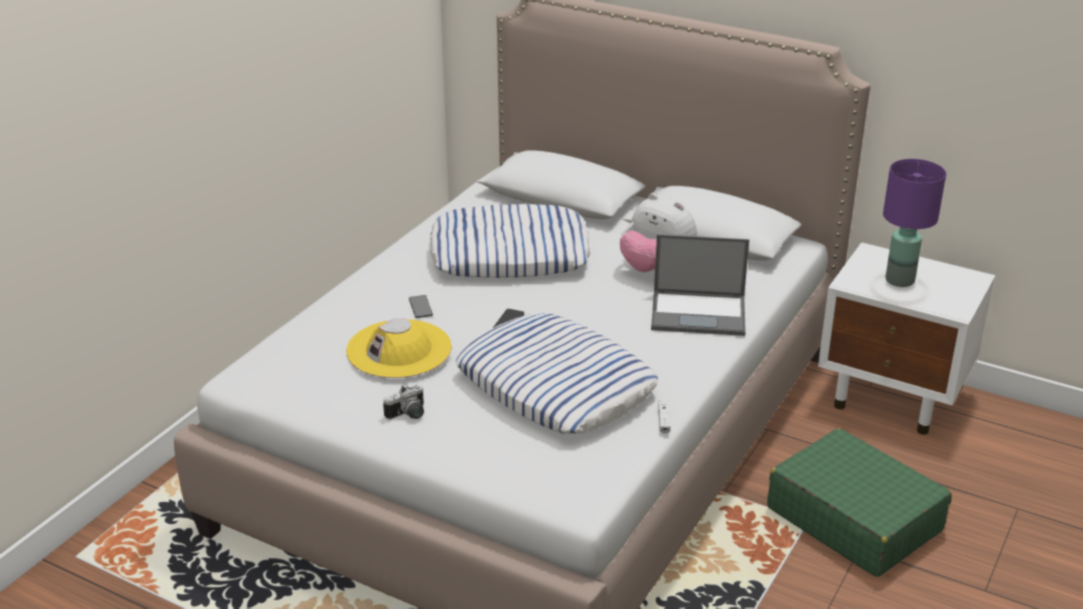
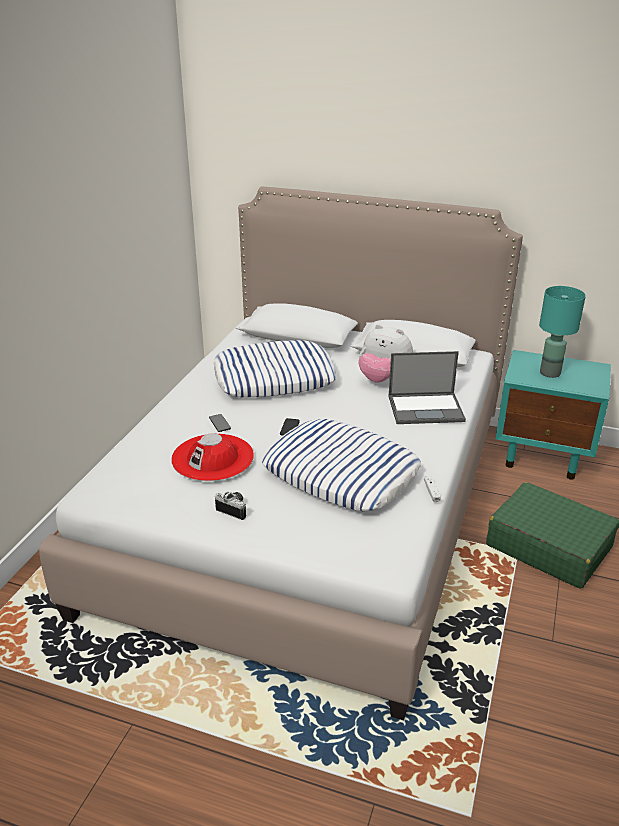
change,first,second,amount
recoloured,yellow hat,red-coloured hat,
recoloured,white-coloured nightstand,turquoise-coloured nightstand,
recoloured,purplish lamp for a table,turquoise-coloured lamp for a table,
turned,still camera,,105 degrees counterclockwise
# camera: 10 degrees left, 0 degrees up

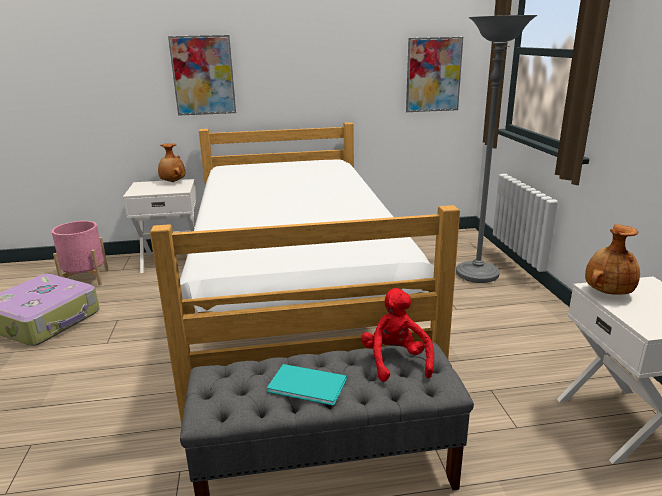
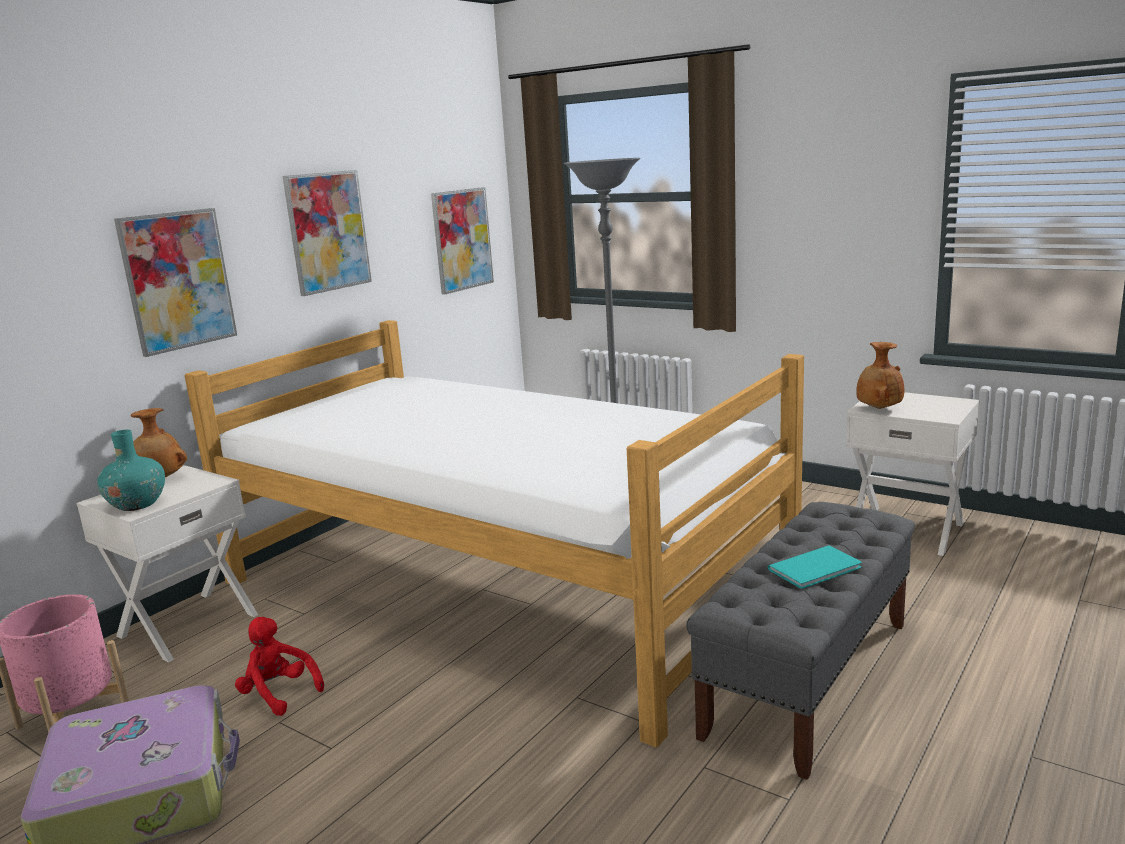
change,first,second,amount
added,,turquoise-coloured decorative vase,
added,,picture (2nd from left),
moved,red-coloured cuddly toy,,
# camera: 45 degrees left, 5 degrees down

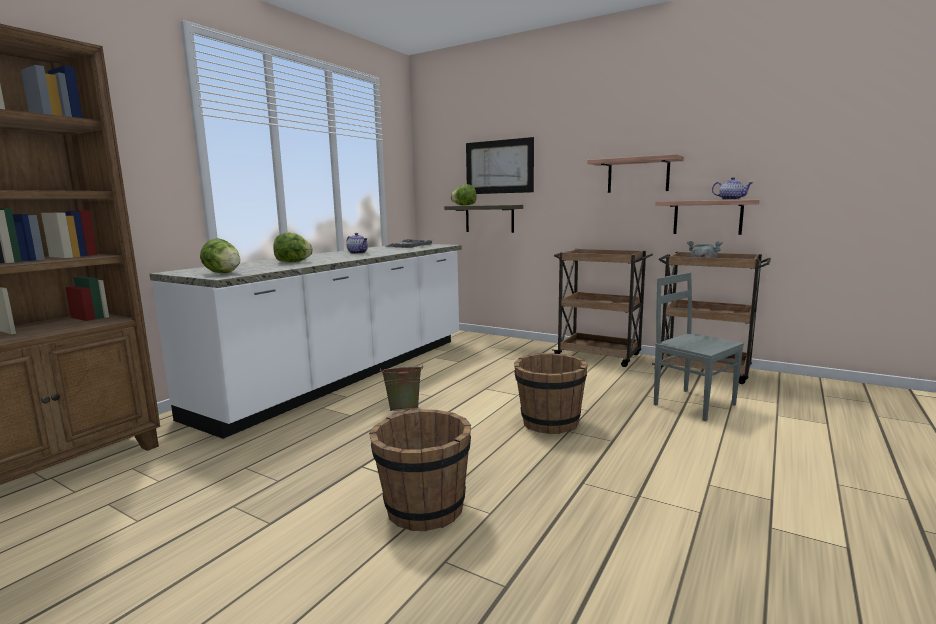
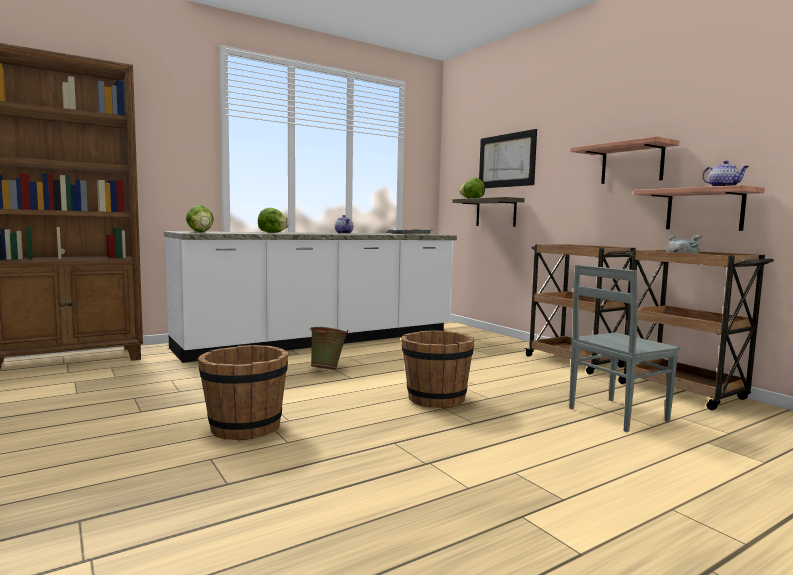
change,first,second,amount
turned,greyish plain chair,,105 degrees counterclockwise
# camera: 25 degrees right, 5 degrees down

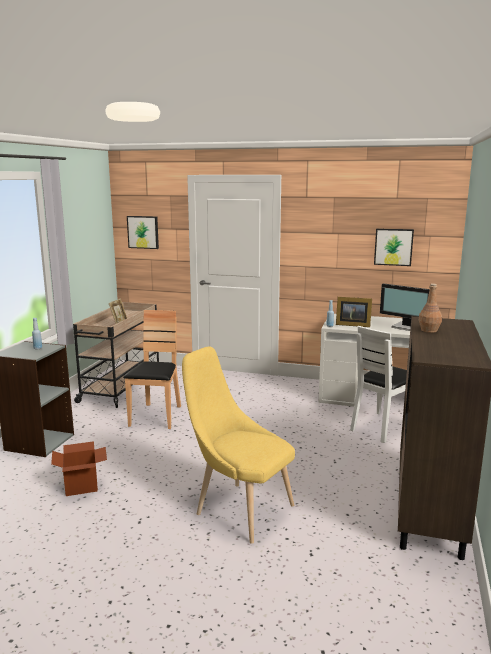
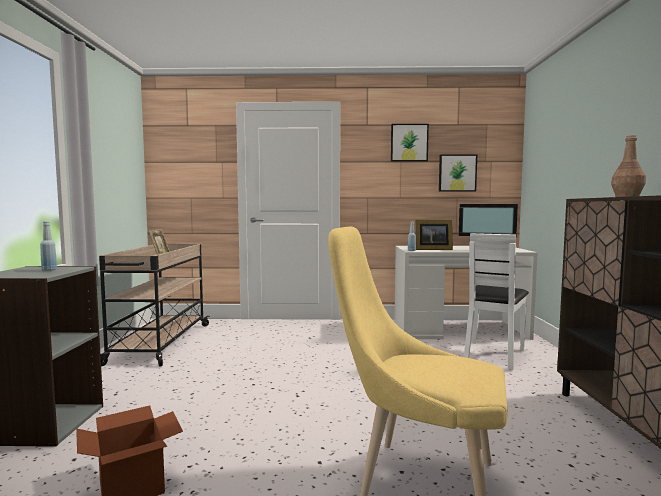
change,first,second,amount
removed,brown plain chair,,
moved,picture (1st from left),,
# camera: 15 degrees left, 10 degrees down

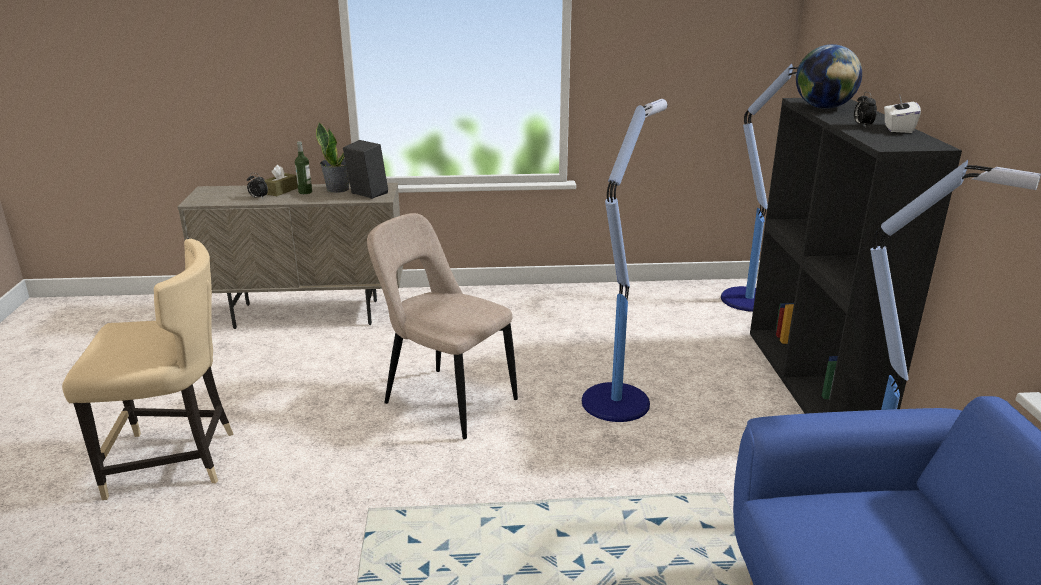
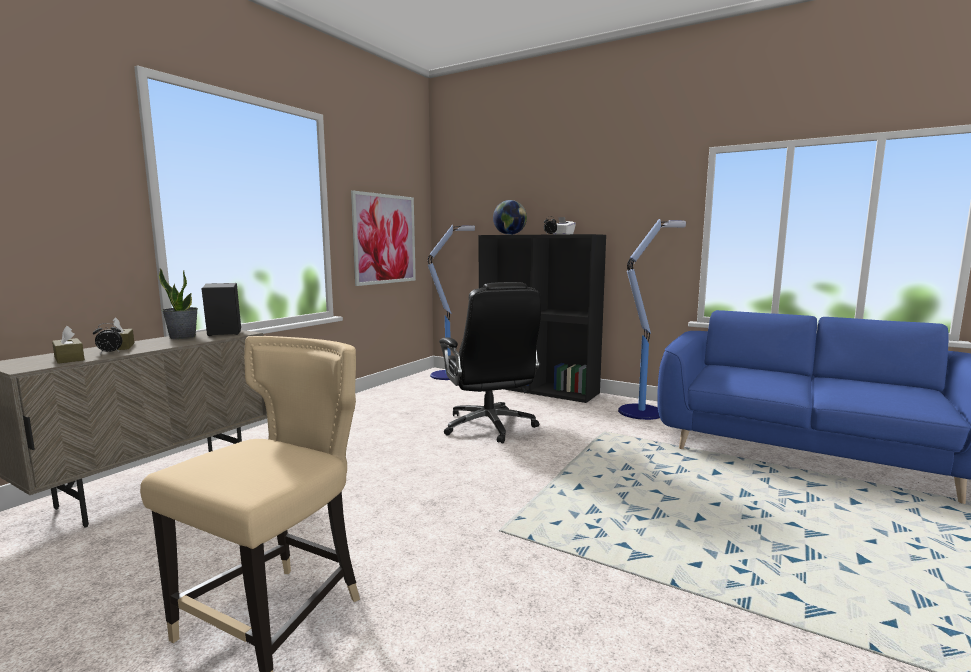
change,first,second,amount
removed,beverage bottle,,
removed,beige-coloured plain chair (2nd from left),,
added,,brown tissue holder (1st from left),
added,,picture,
replaced,standing lamp (1st from left),blackish office chair,
# camera: 55 degrees left, 15 degrees down

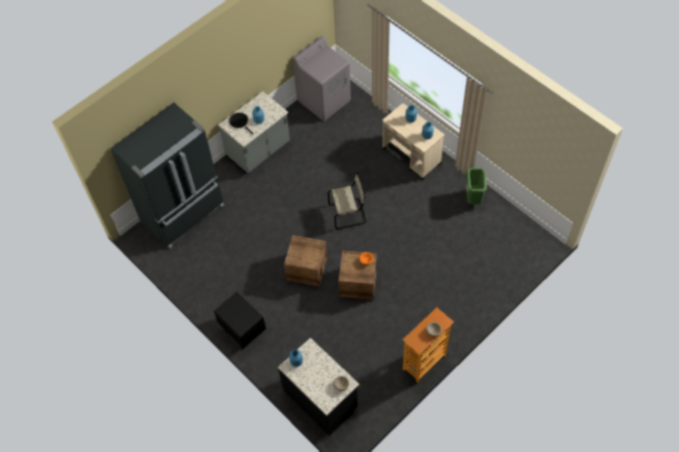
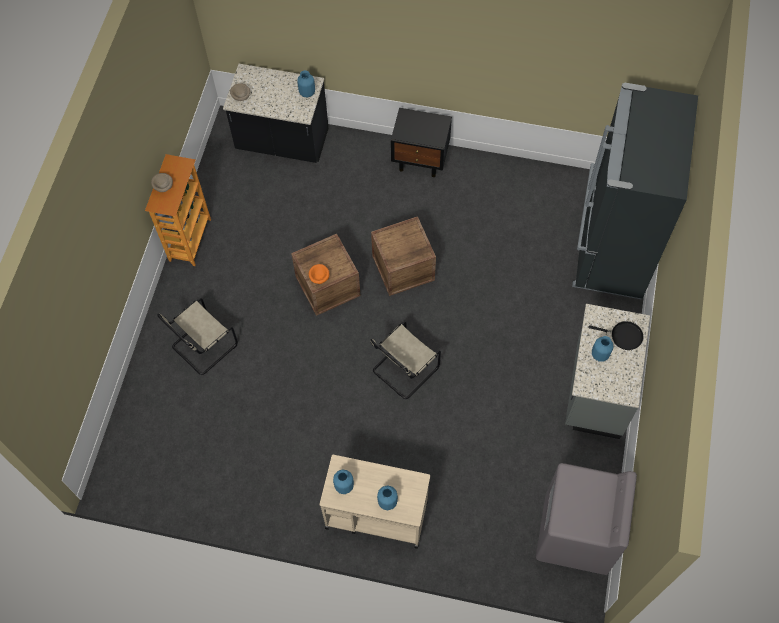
change,first,second,amount
removed,greenish rubbish bin,,
added,,beige-coloured plain chair (1st from left),
# camera: 145 degrees right, 5 degrees up

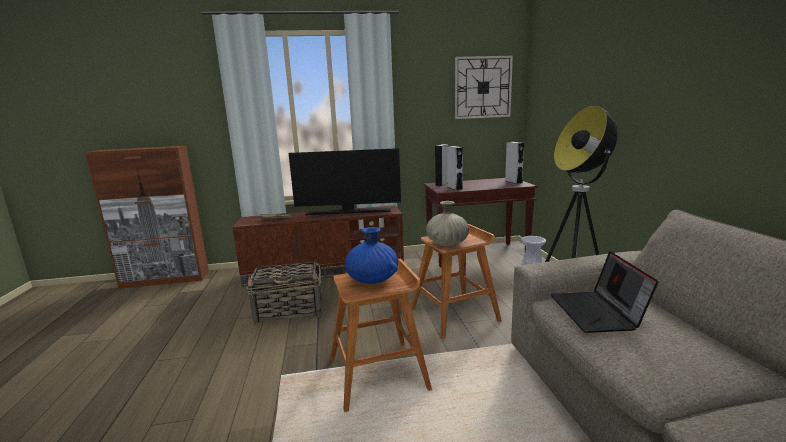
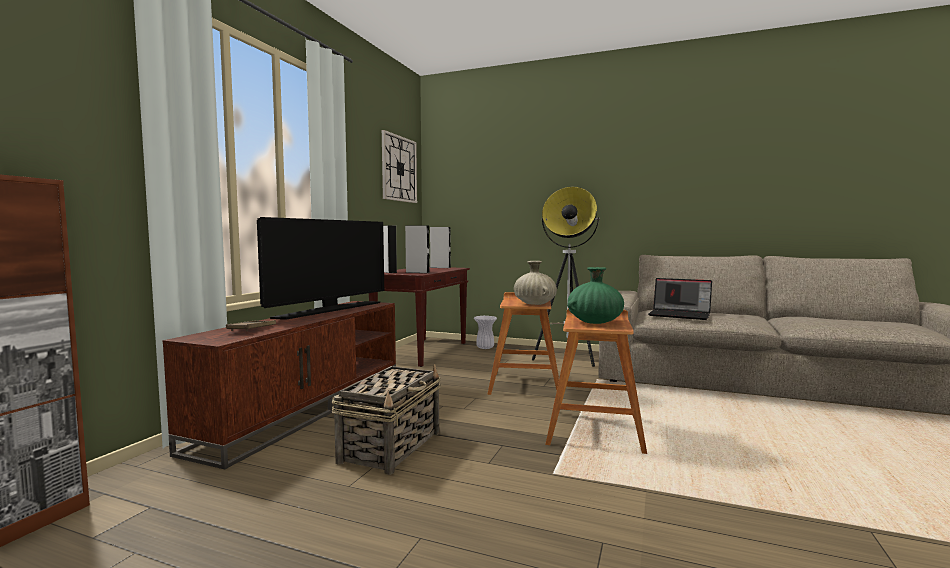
change,first,second,amount
recoloured,blue-coloured decorative vase,greenish decorative vase,
# camera: 60 degrees left, 10 degrees down

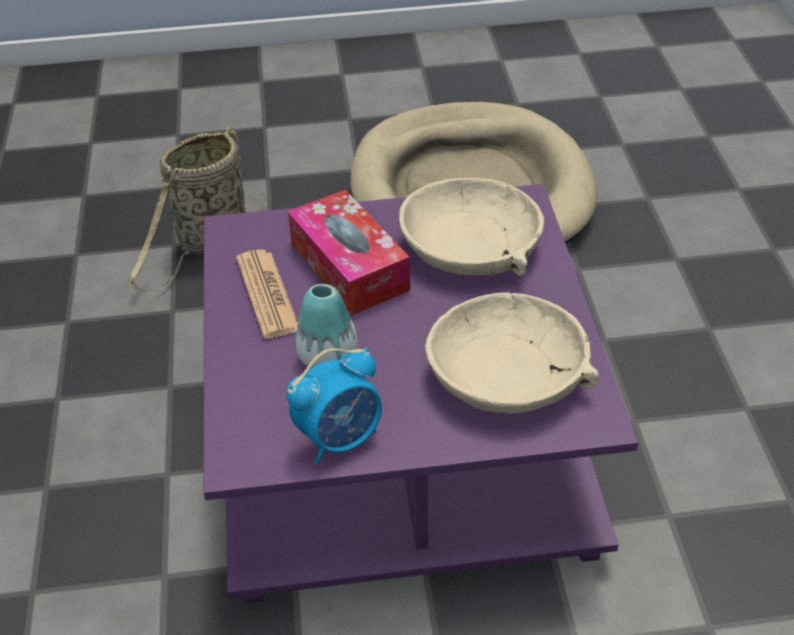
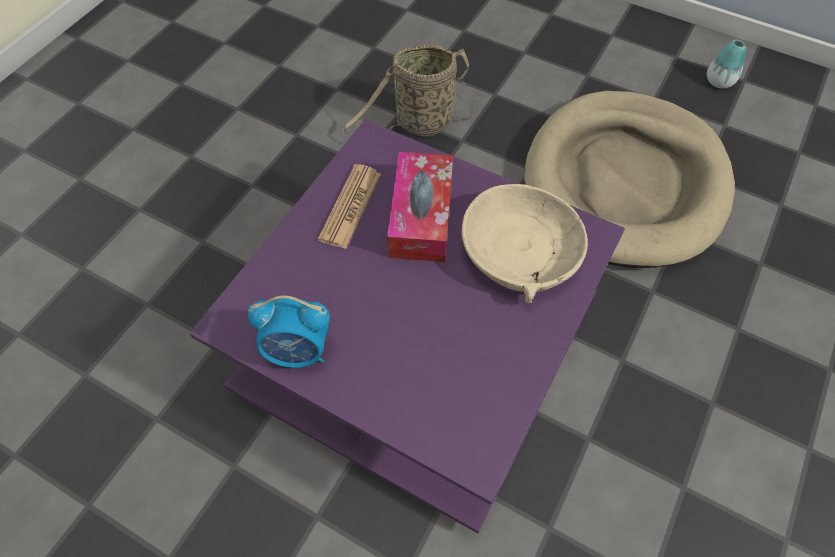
change,first,second,amount
removed,beige-coloured deep dish (2nd from left),,
moved,decorative vase,,
# camera: 35 degrees right, 15 degrees up

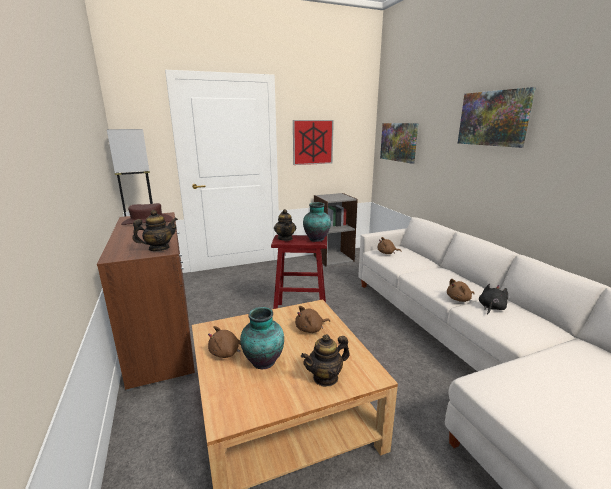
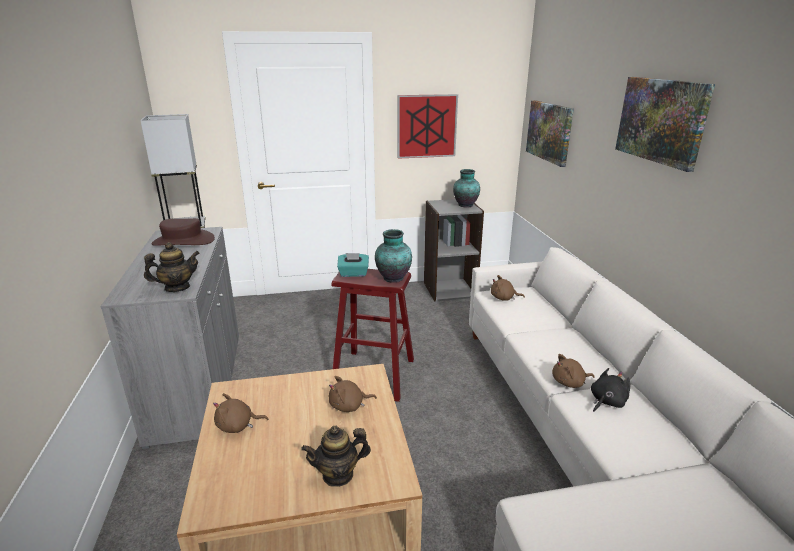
change,first,second,amount
moved,decorative vase (1st from left in the first image),decorative vase (2nd from left),
replaced,tea pot (2nd from left),turquoise-coloured tissue holder,
recoloured,brown cabinet,greyish cabinet,
# camera: 10 degrees right, 5 degrees up

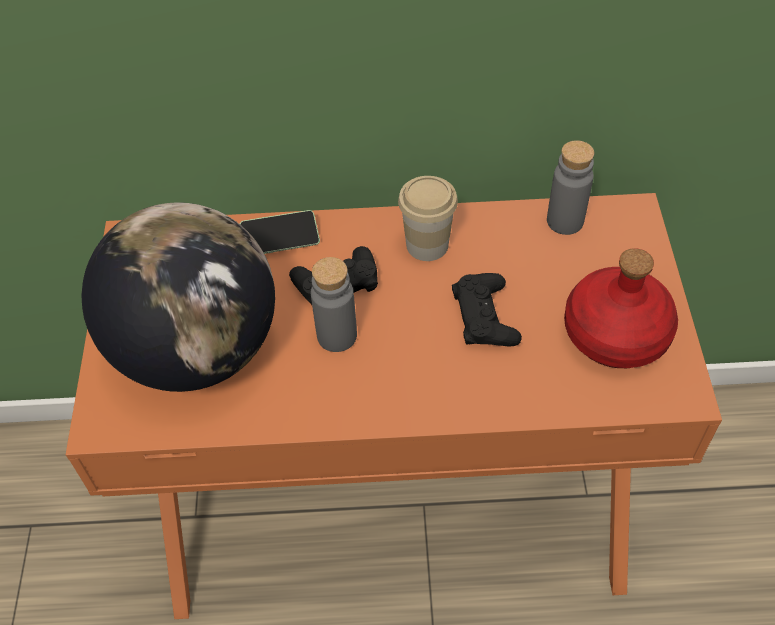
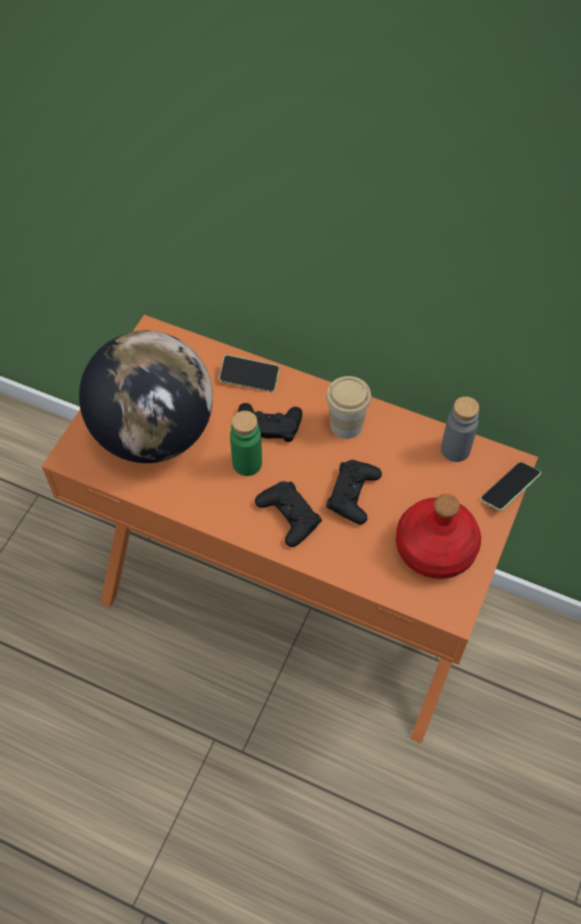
change,first,second,amount
added,,blackish joypad (2nd from left),
added,,phone (2nd from left),
recoloured,greyish beverage bottle (1st from left),greenish beverage bottle,
# camera: 25 degrees right, 5 degrees up

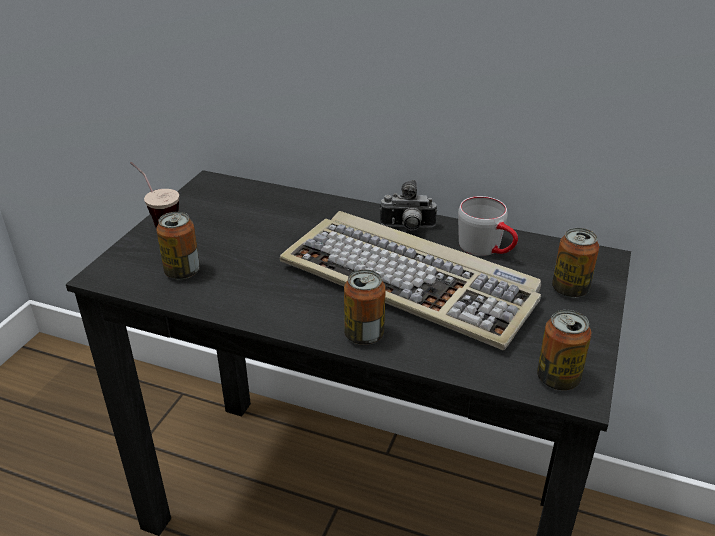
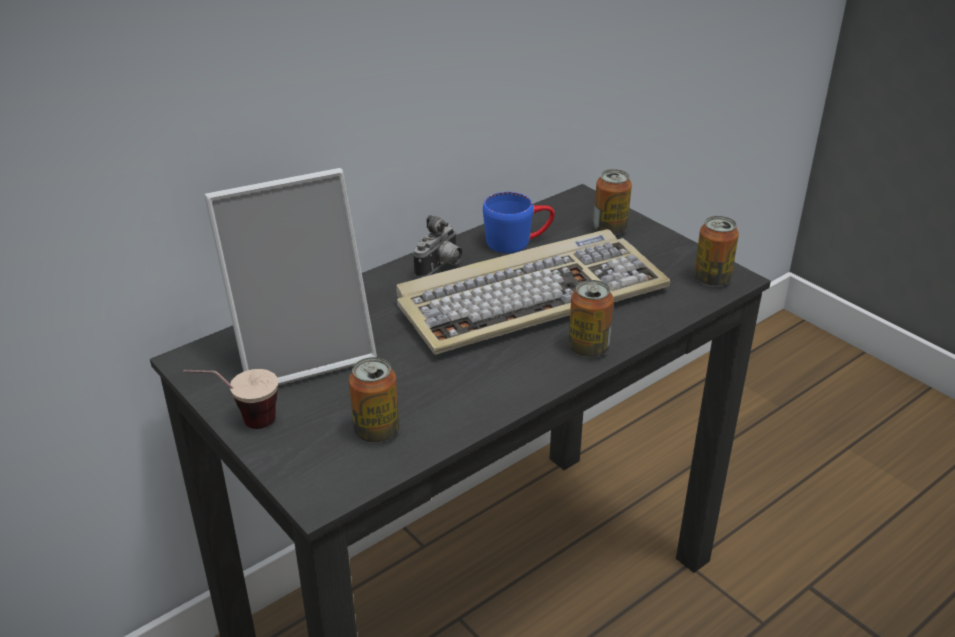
change,first,second,amount
added,,standing frame,
recoloured,greyish coffee mug,blue-coloured coffee mug,
# camera: 60 degrees left, 0 degrees up

